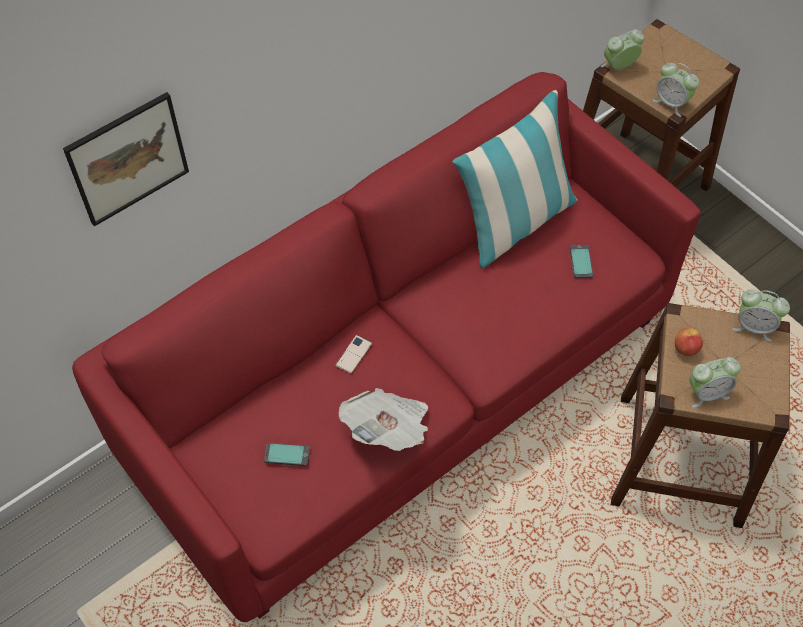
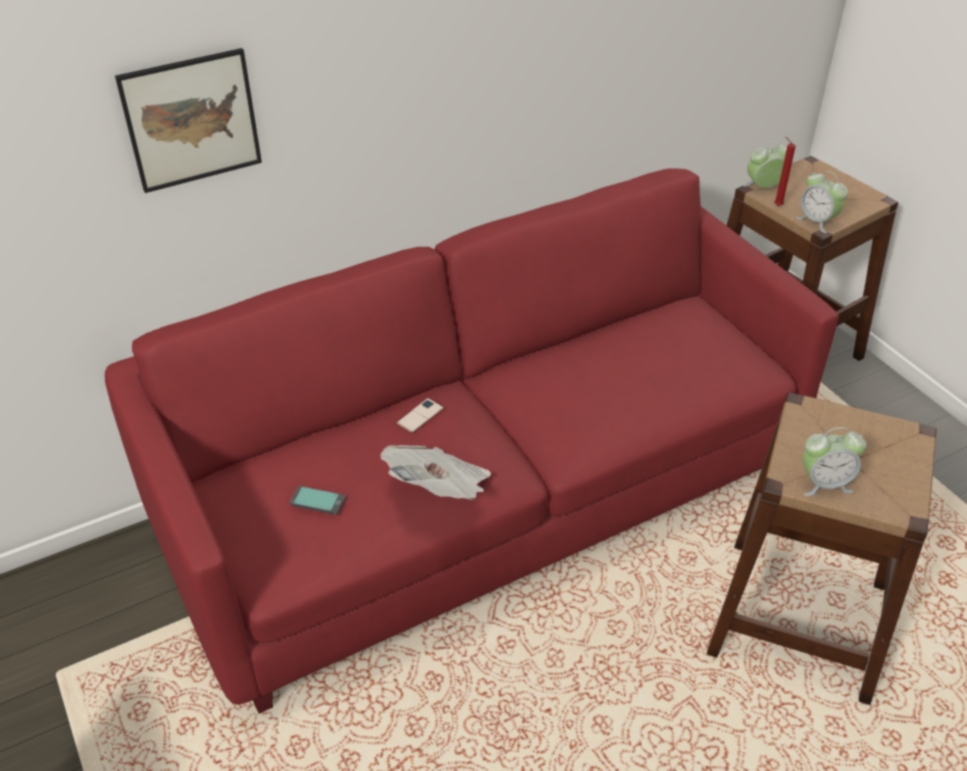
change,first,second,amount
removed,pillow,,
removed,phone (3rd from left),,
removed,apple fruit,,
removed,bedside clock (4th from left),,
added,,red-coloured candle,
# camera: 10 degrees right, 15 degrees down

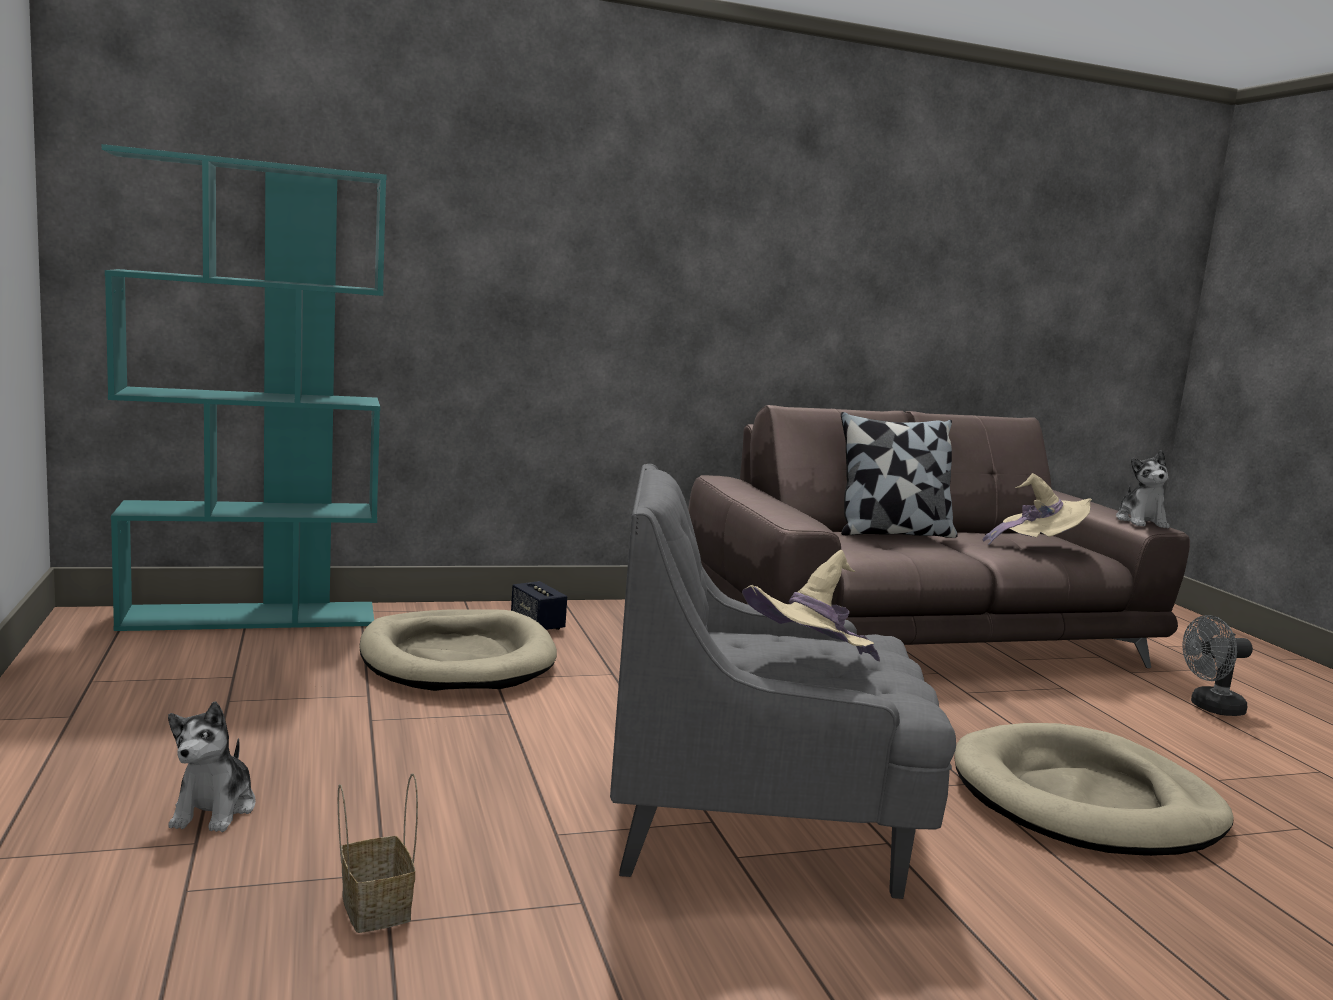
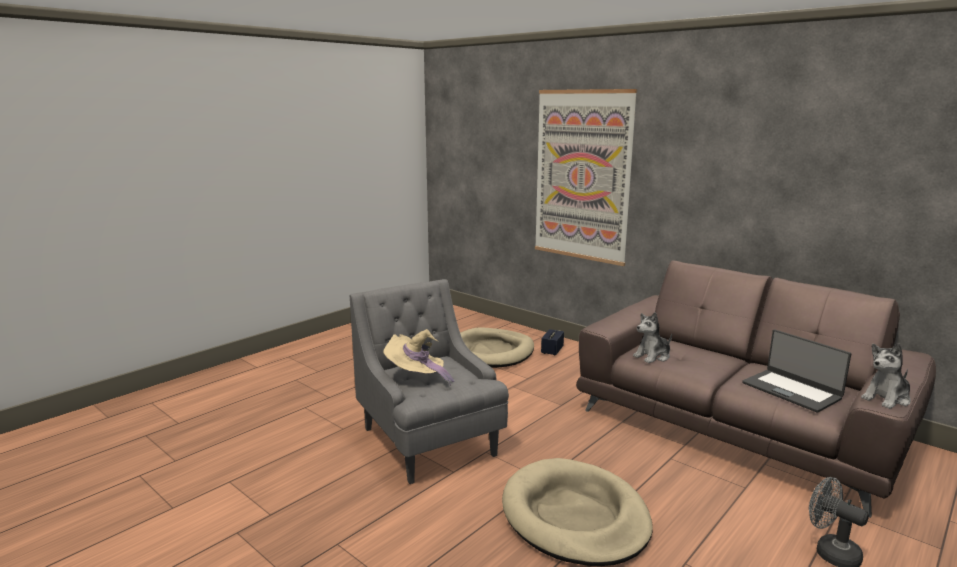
change,first,second,amount
removed,turquoise-coloured shelving unit,,
removed,household basket,,
removed,pillow,,
added,,picture,
moved,cuddly toy (1st from left),,
replaced,beige-coloured hat (2nd from left),portable computer,
# camera: 60 degrees right, 5 degrees up

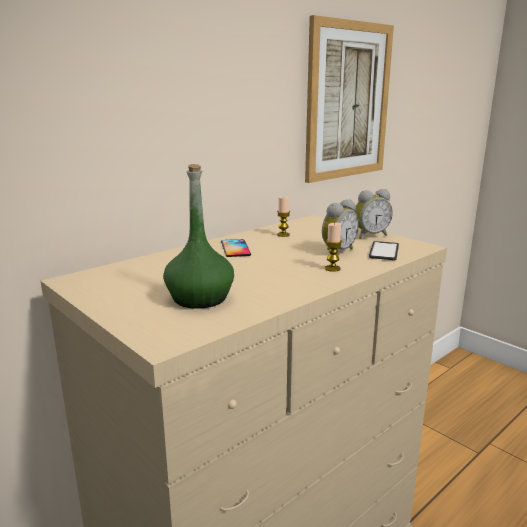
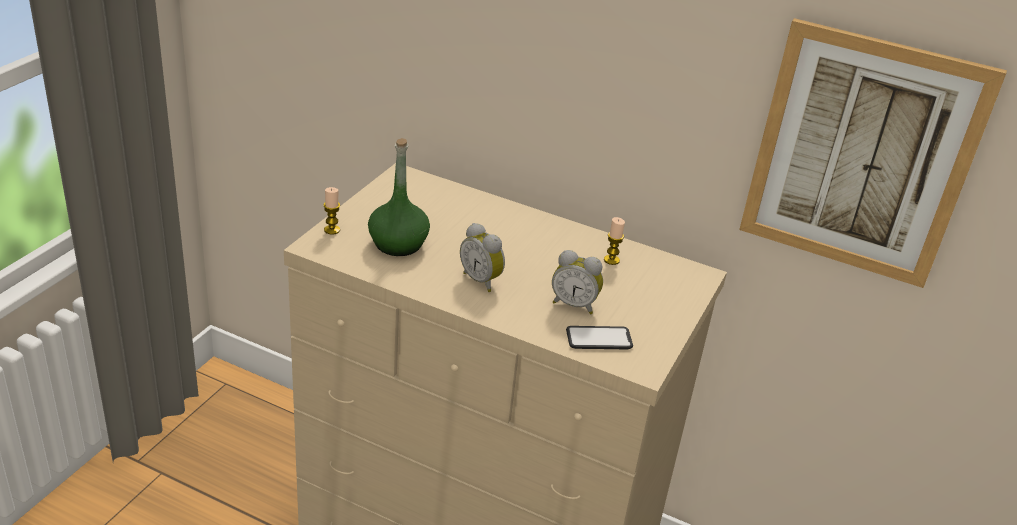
change,first,second,amount
removed,phone (1st from left),,
moved,candle (2nd from left in the first image),candle (1st from left),
moved,bedside clock (2nd from left in the first image),bedside clock (1st from left),
# camera: 65 degrees right, 15 degrees up

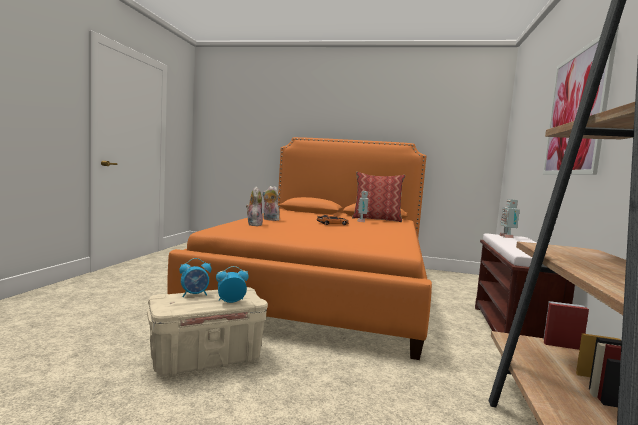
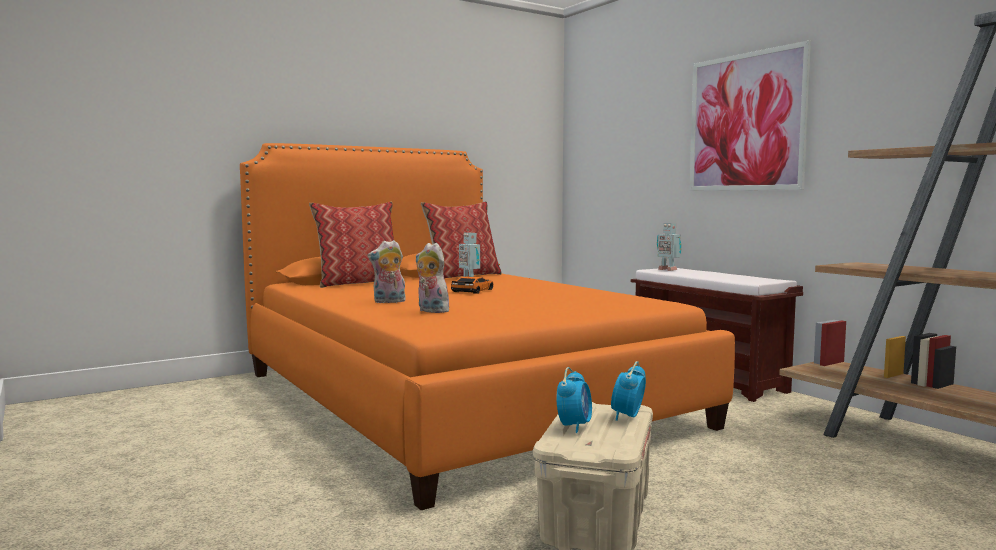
change,first,second,amount
added,,pillow (1st from left),
# camera: 45 degrees left, 0 degrees up

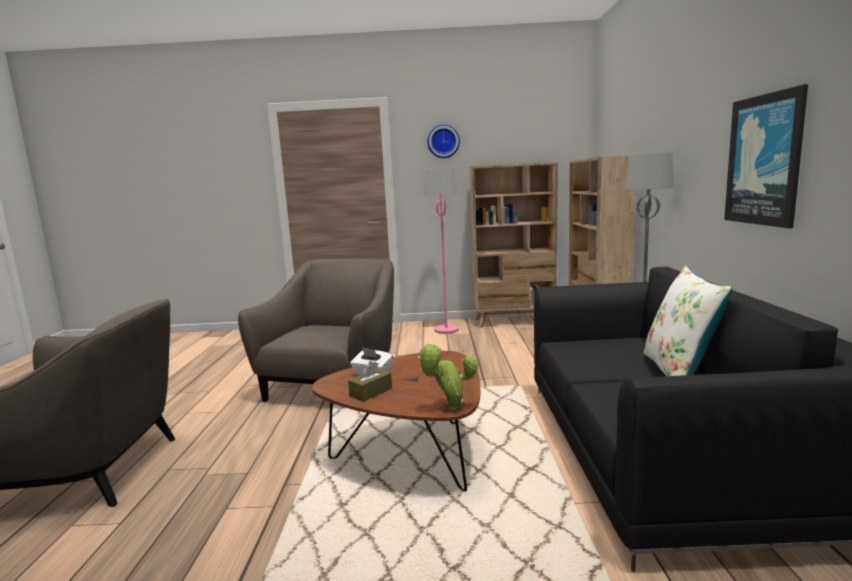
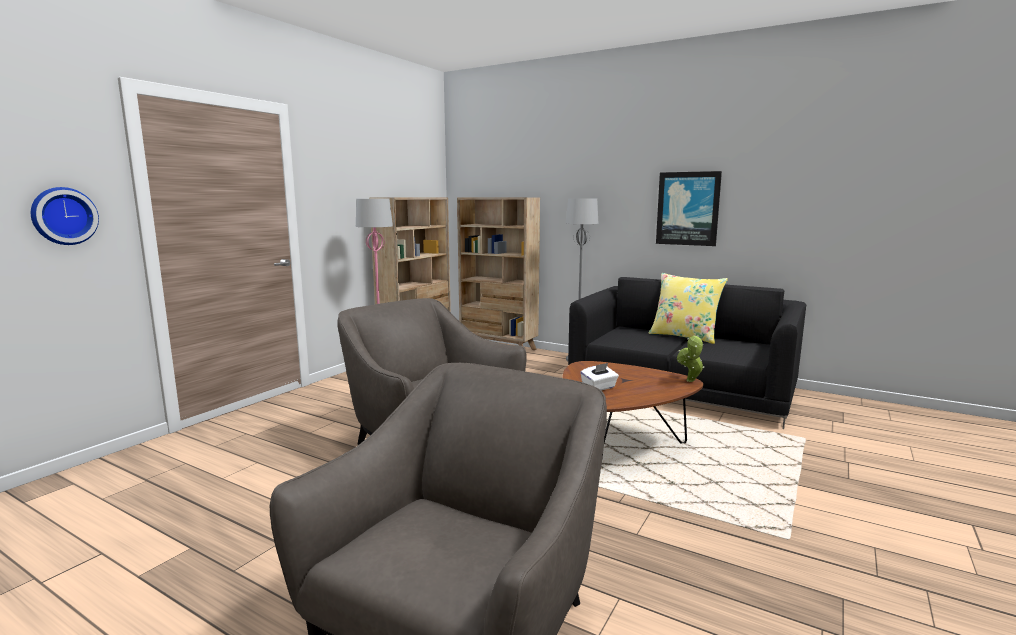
change,first,second,amount
removed,brown tissue holder,,
moved,hanging clock,,
recoloured,white-coloured pillow,yellow pillow,
# camera: 60 degrees left, 0 degrees up

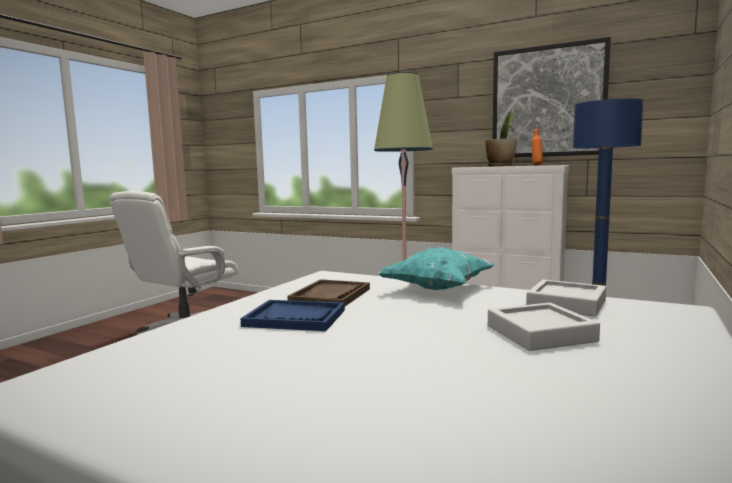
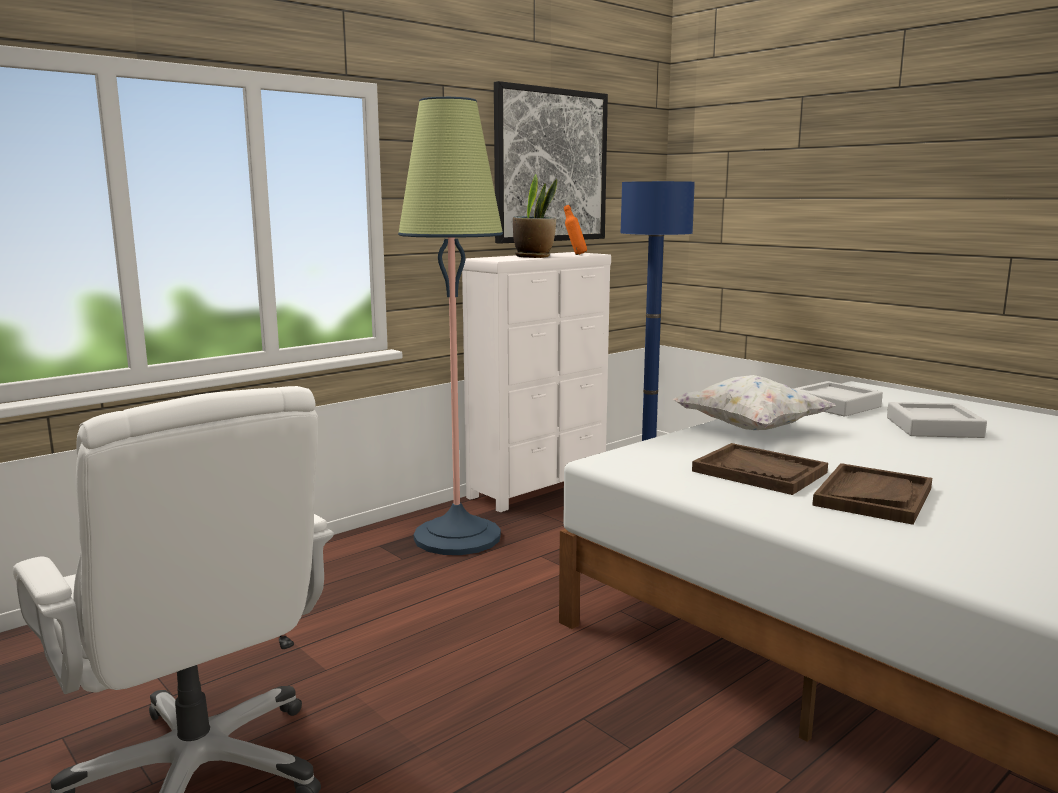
change,first,second,amount
recoloured,blue-coloured carrying tray,brown carrying tray (2nd from left),
recoloured,turquoise-coloured pillow,white-coloured pillow,
# camera: 70 degrees left, 5 degrees up

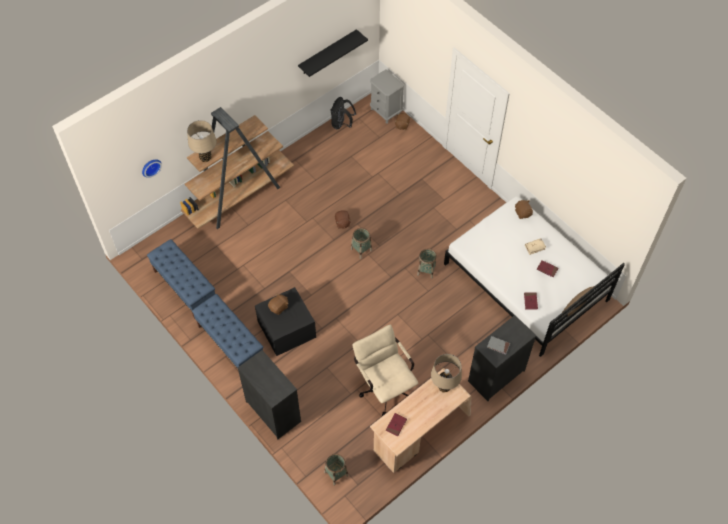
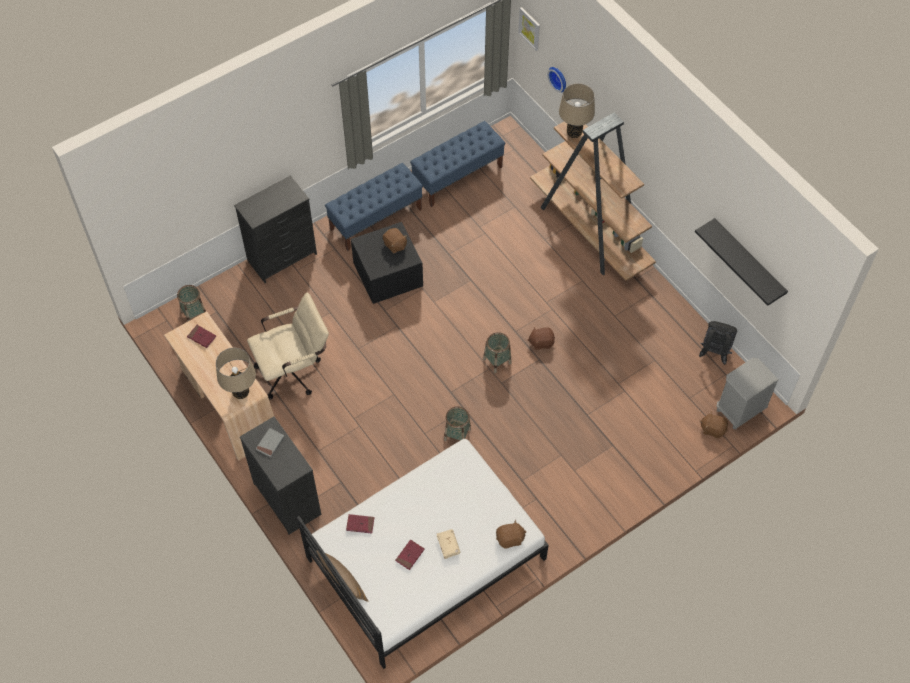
change,first,second,amount
added,,picture,
# camera: 95 degrees right, 0 degrees up

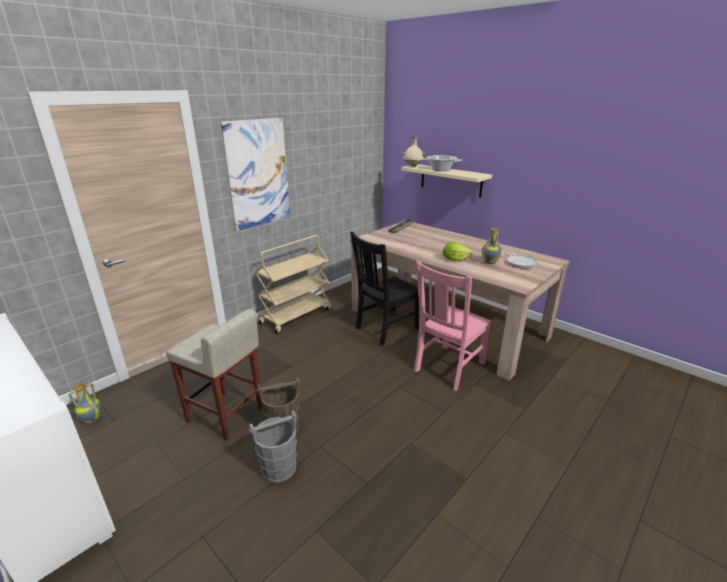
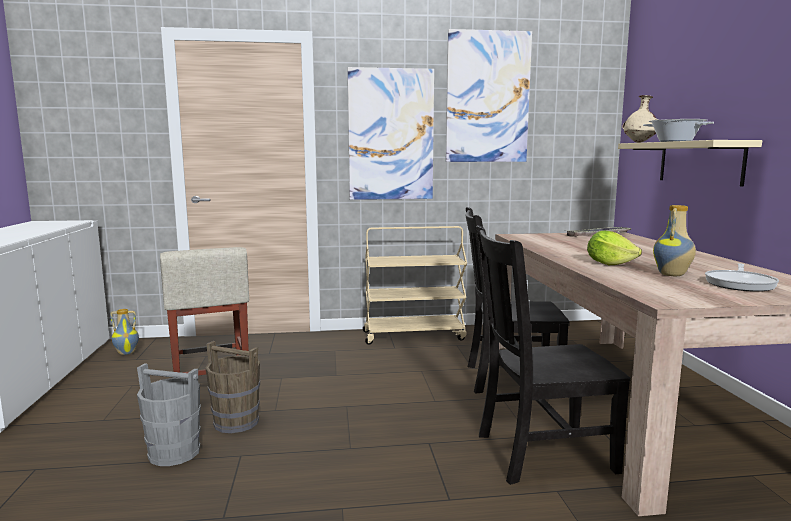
change,first,second,amount
added,,picture (2nd from left),
recoloured,pink plain chair,blackish plain chair (2nd from left),
# camera: 40 degrees right, 15 degrees down

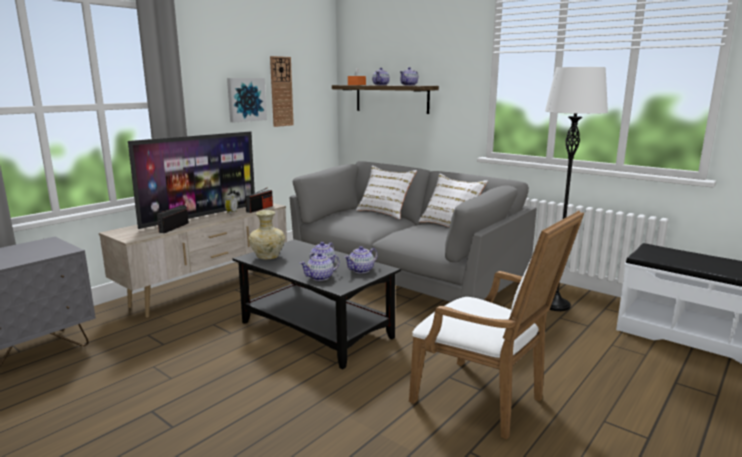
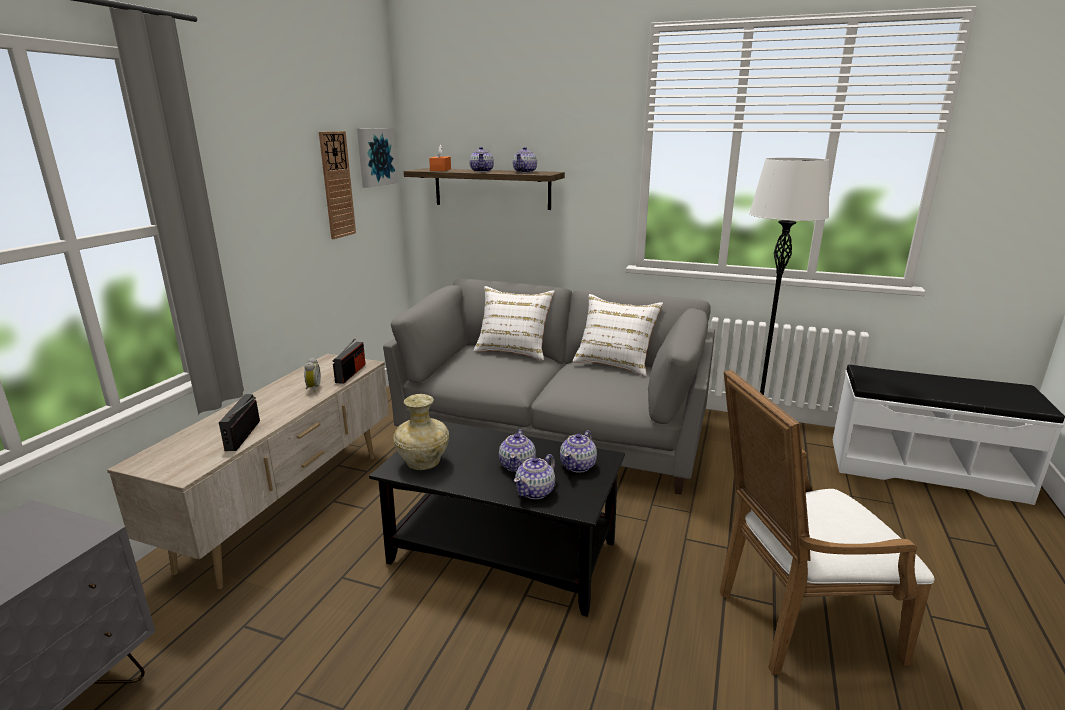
change,first,second,amount
removed,television,,
moved,picture,,
turned,white-coloured easy chair,,150 degrees clockwise
# camera: 20 degrees left, 5 degrees up

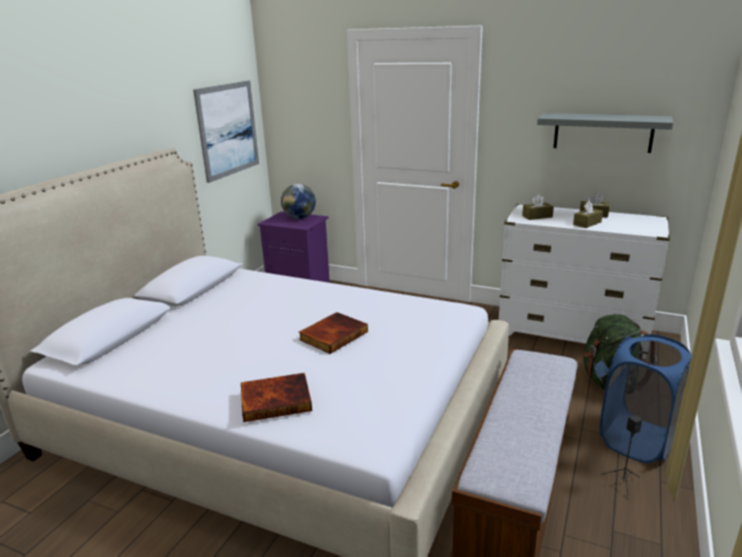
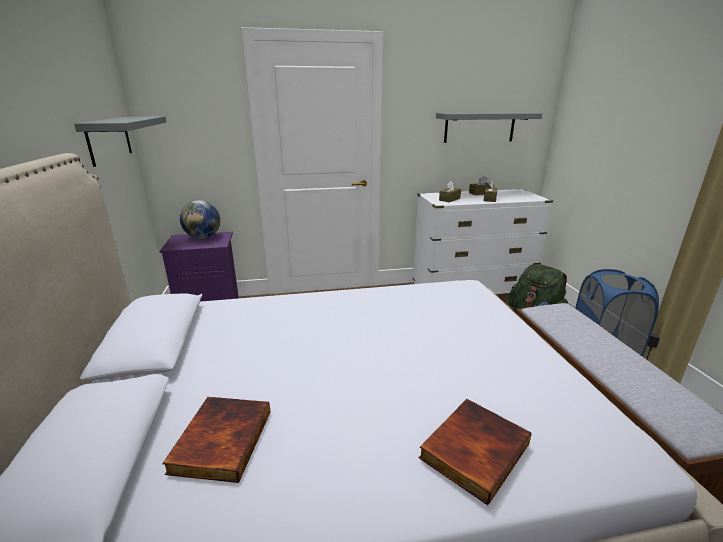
change,first,second,amount
moved,book (2nd from left in the first image),book (1st from left),
replaced,picture,greyish bracket shelf (1st from left),
# camera: 35 degrees left, 0 degrees up

